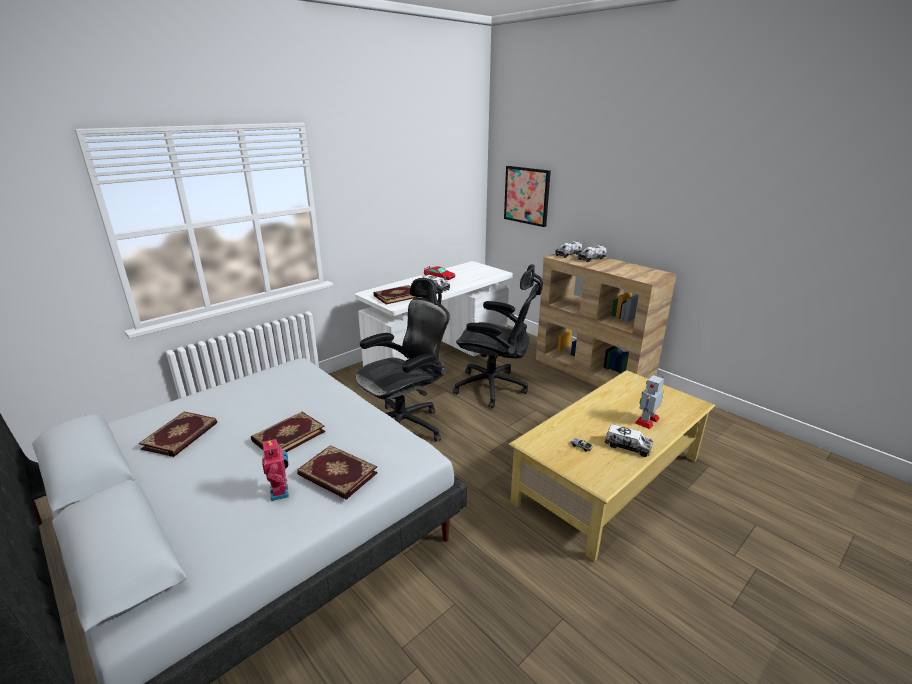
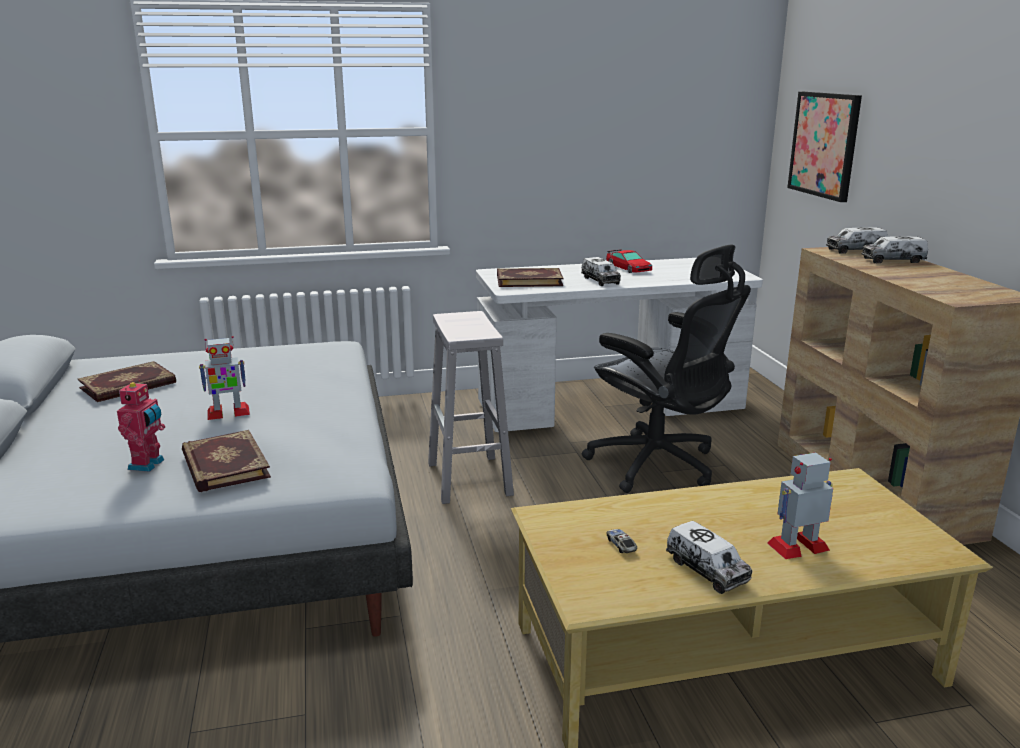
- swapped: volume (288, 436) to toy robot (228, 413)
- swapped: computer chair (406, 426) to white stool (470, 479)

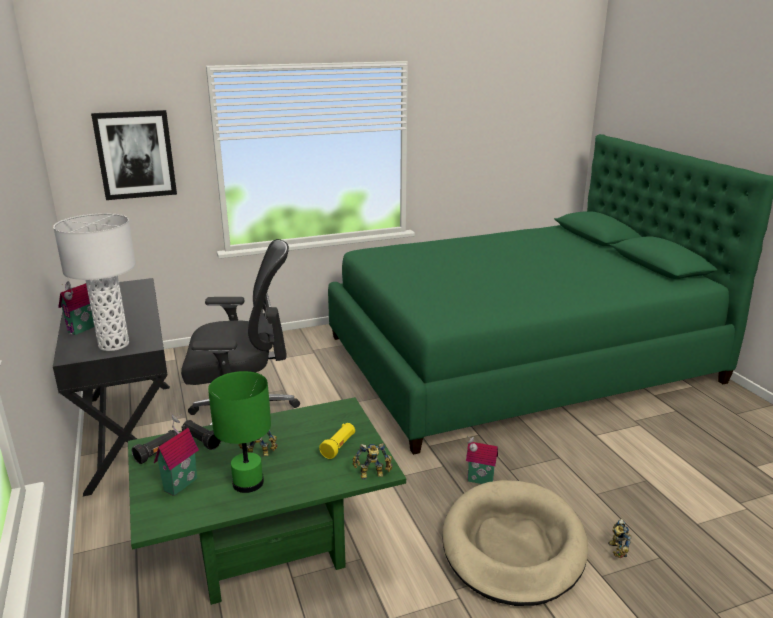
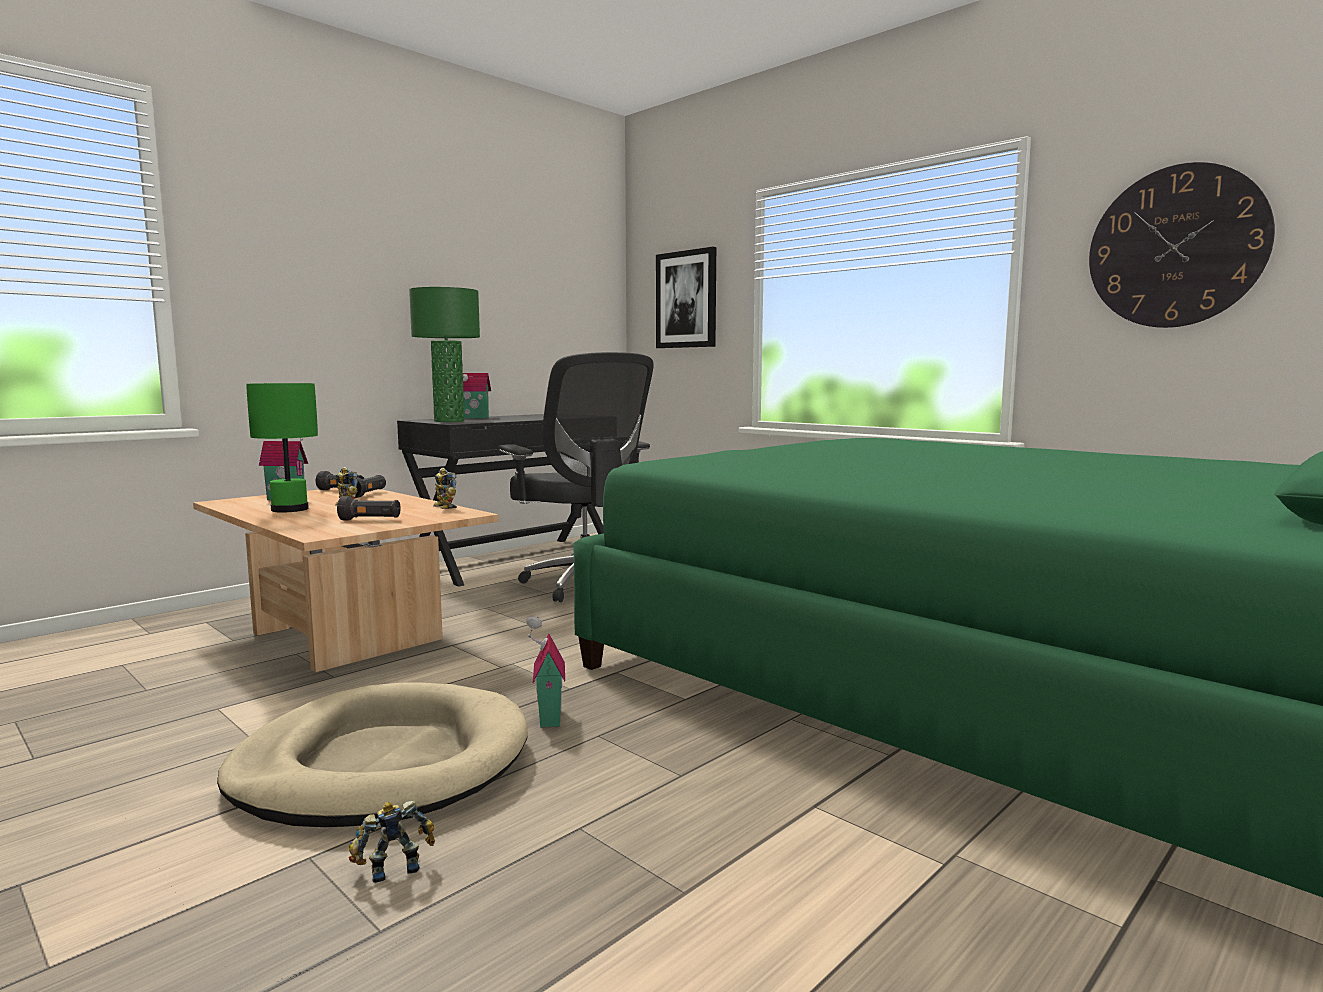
- new: wall clock (1176, 247)
- shifted: toy robot (372, 475) to (443, 507)
- repainted: white lamp for a table (113, 344) to green lamp for a table (449, 421)
- repainted: green lounge table (269, 547) to sand-coloured lounge table (346, 636)
- repainted: yellow-coloured hand torch (339, 447) to black hand torch (370, 520)

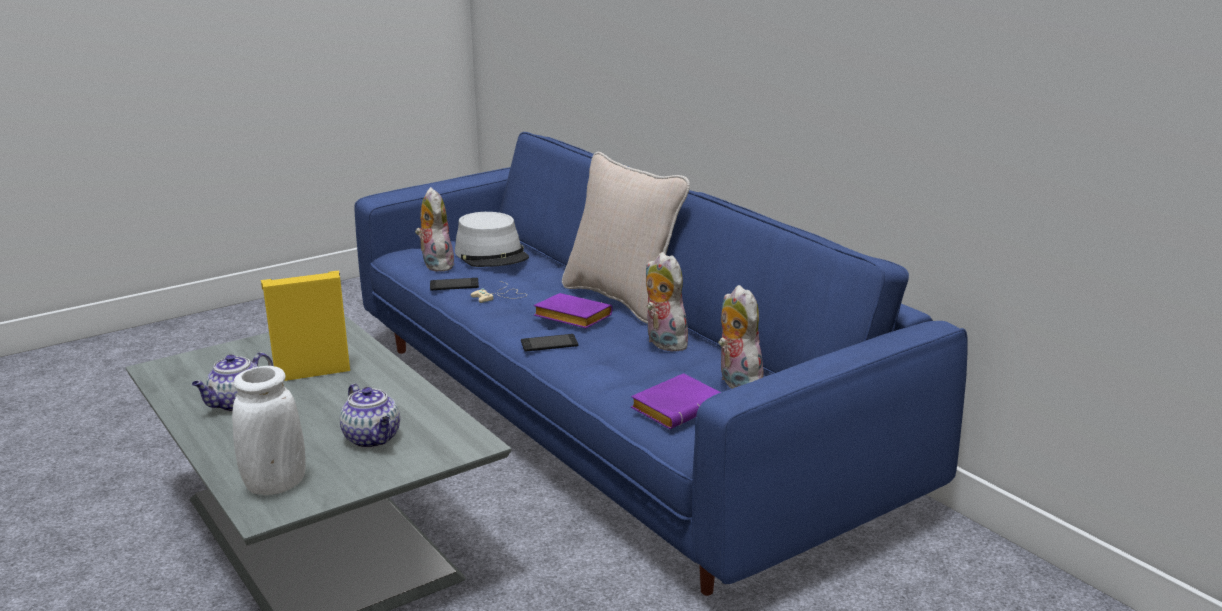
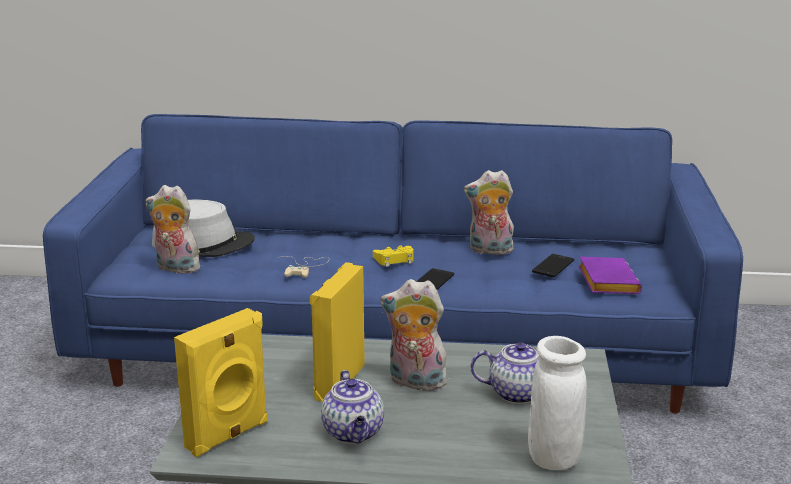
- gone: sand-coloured pillow (622, 299)
- new: yellow-coloured speaker (229, 436)
- shifted: telephone (454, 285) to (553, 266)
- shifted: cuddly toy (736, 382) to (414, 382)
- swapped: purple-coloured volume (570, 317) to yellow-coloured gamepad (395, 260)

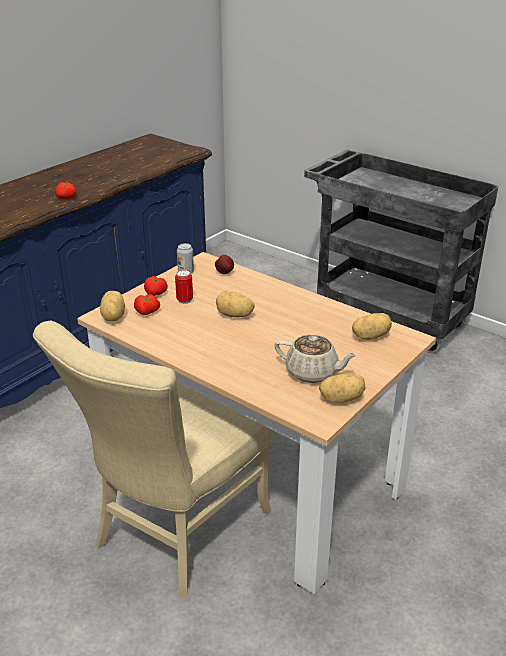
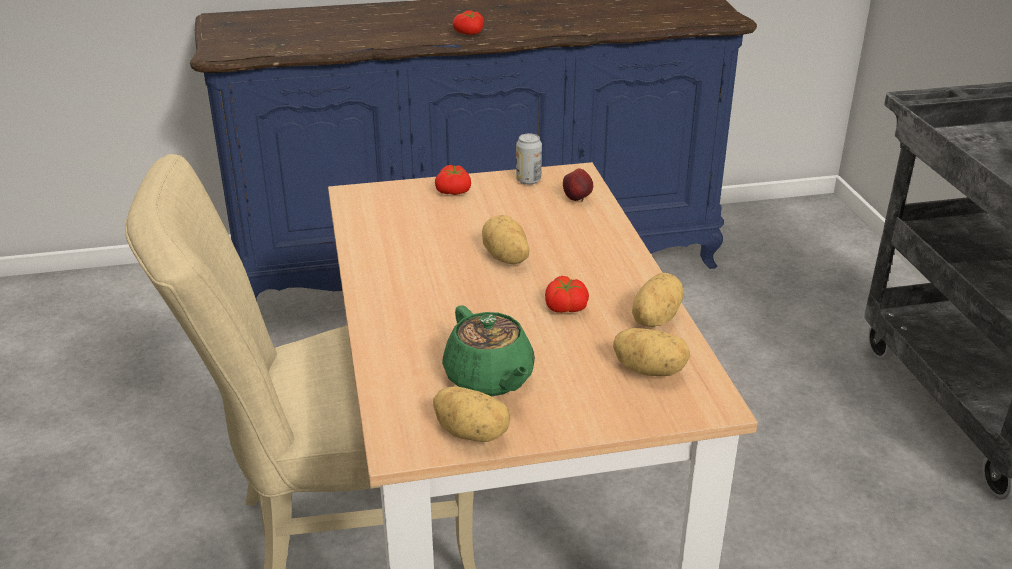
- gone: can (184, 300)
- shifted: potato (112, 317) to (653, 318)
- shifted: tomato (146, 312) to (564, 308)
- repainted: sand-coloured tea pot (313, 372) to green tea pot (489, 379)

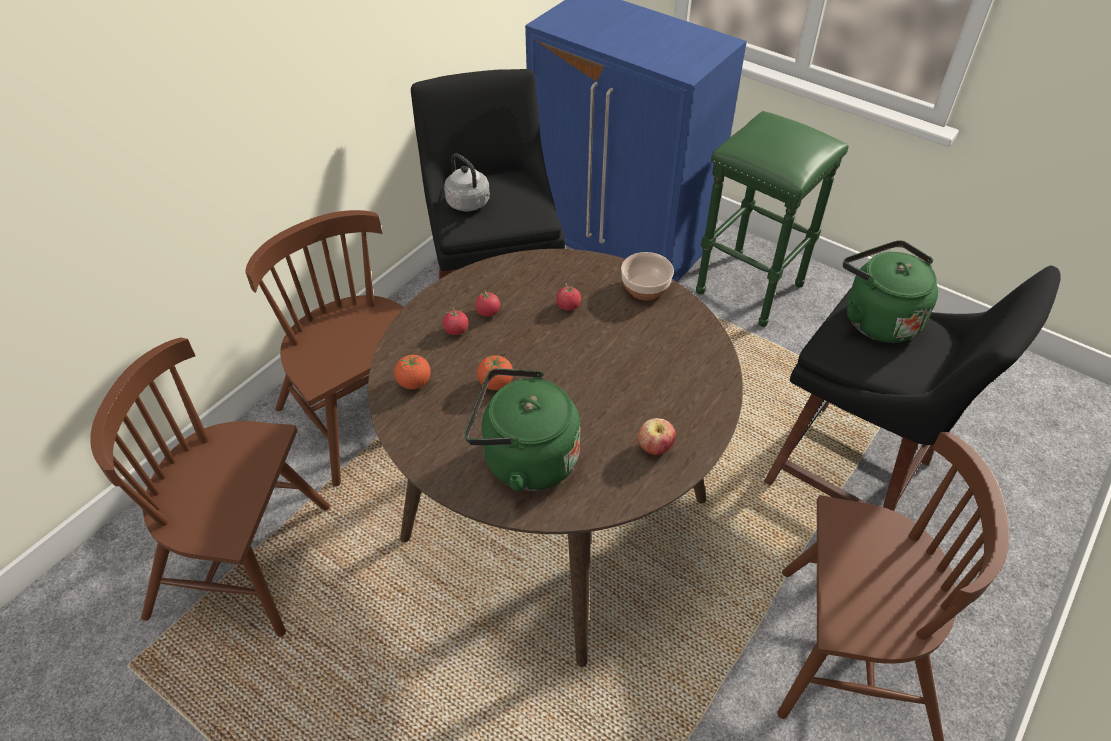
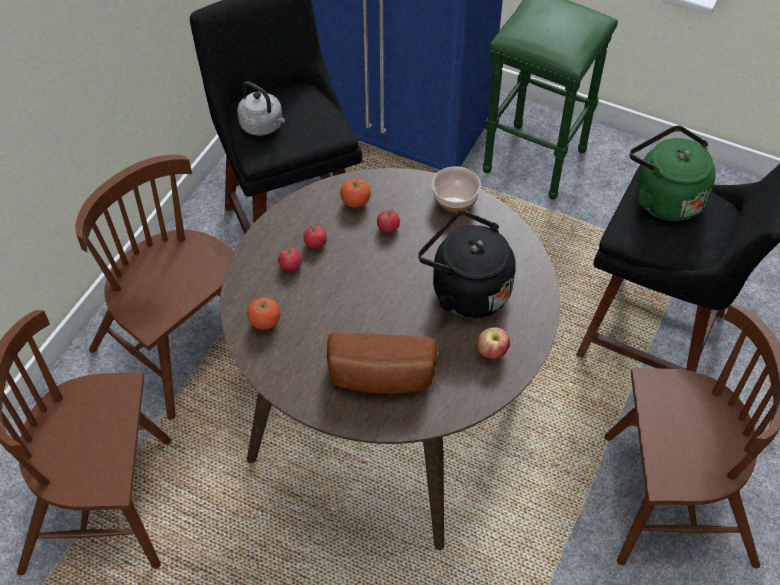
- new: black kettle (465, 290)
- shifted: tomato (496, 383) to (355, 202)
- swapped: green kettle (524, 459) to bakery bread (381, 379)

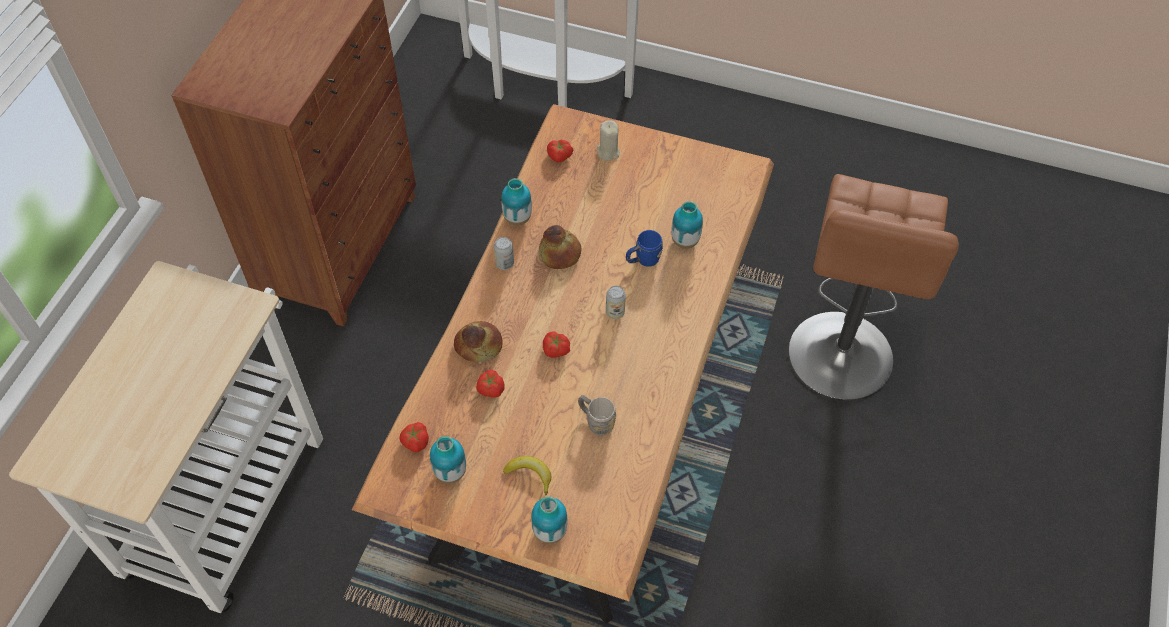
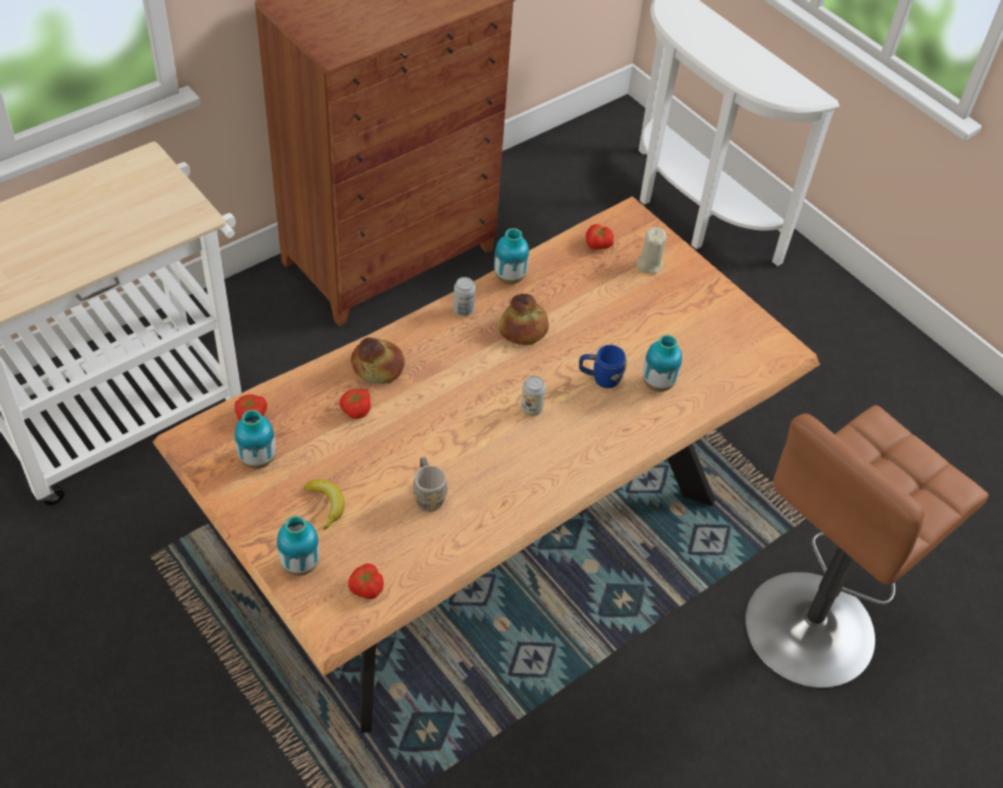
- shifted: tomato (555, 350) to (365, 588)

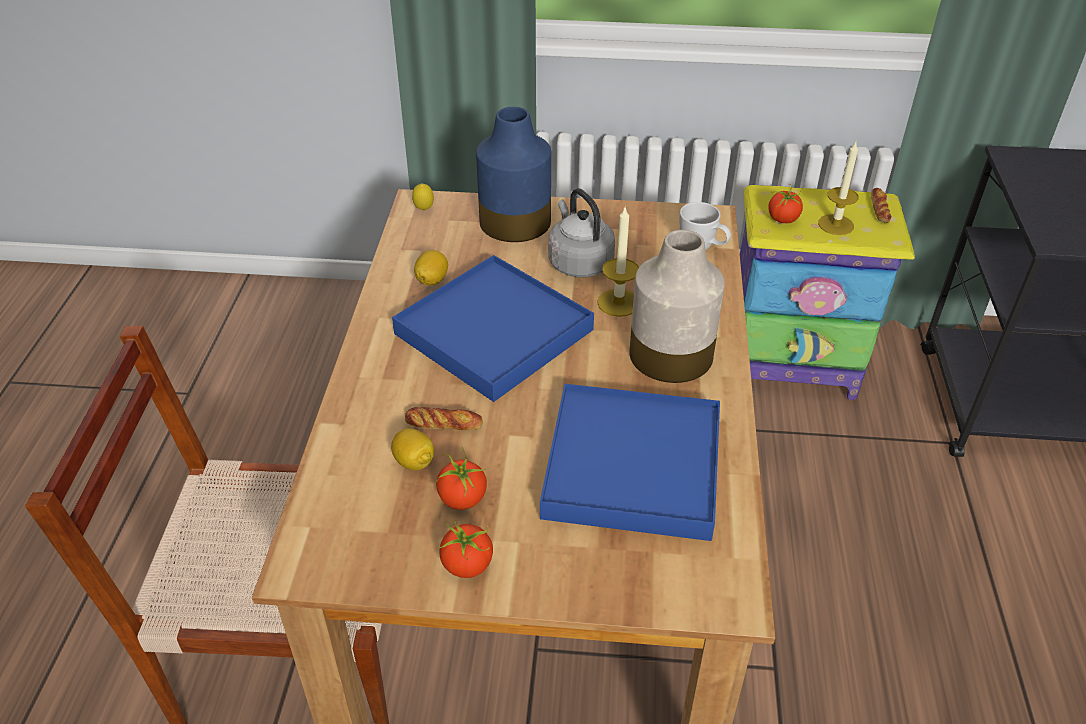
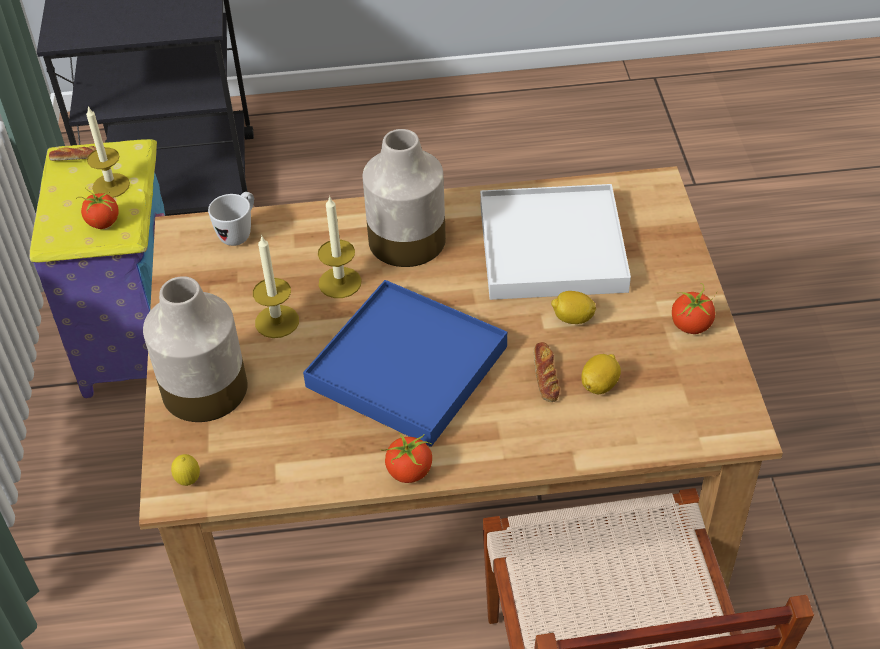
- shifted: lemon (432, 280) to (572, 318)
- shifted: tomato (462, 498) to (409, 472)
- swapped: greyish kettle (578, 262) to candle (277, 321)
- repainted: blue-coloured flower vase (514, 220) to sand-coloured flower vase (203, 389)
- repainted: blue-coloured tray (633, 466) to white tray (552, 247)

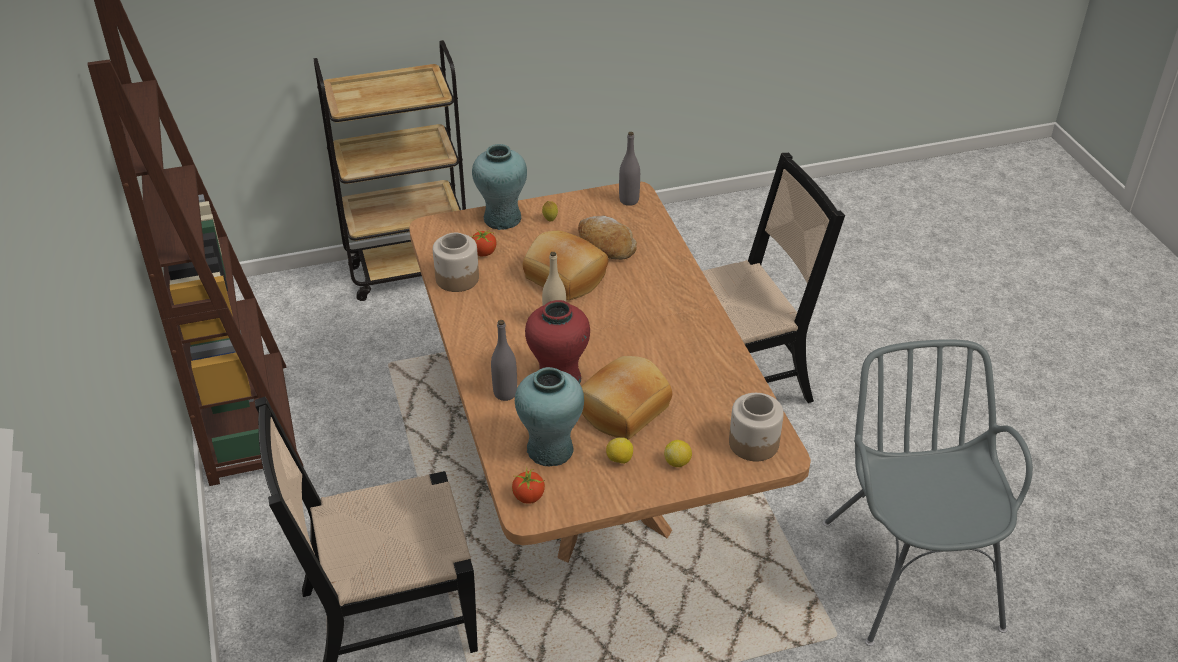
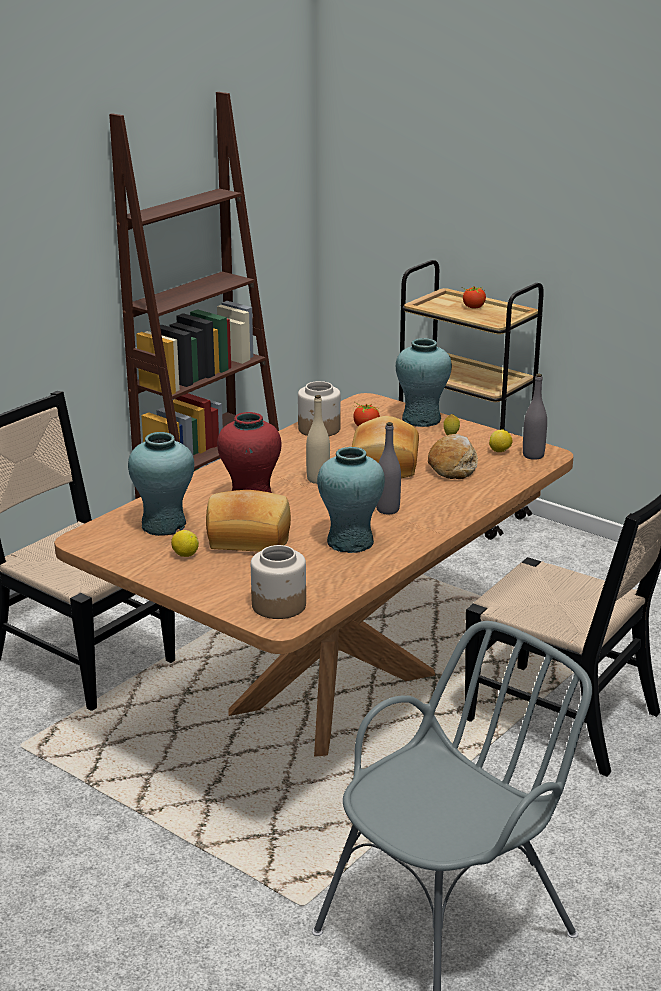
- new: turquoise-coloured flower vase (349, 542)
- shifted: greyish beverage bottle (505, 393) to (387, 510)
- shifted: tomato (528, 497) to (473, 307)
- shifted: lemon (677, 462) to (500, 451)

